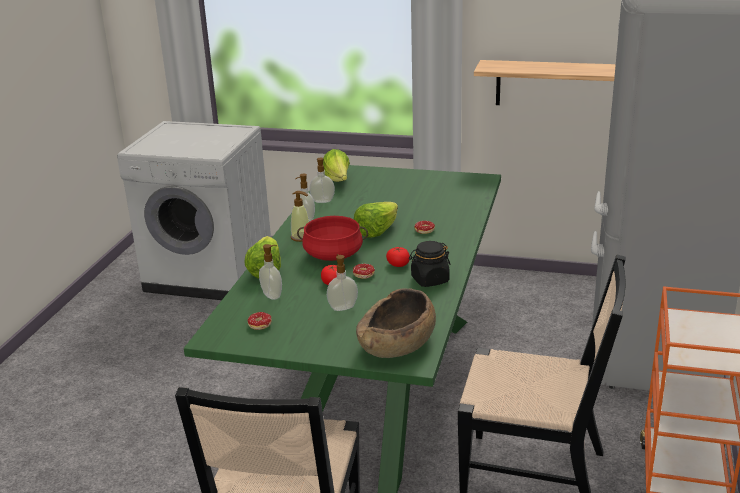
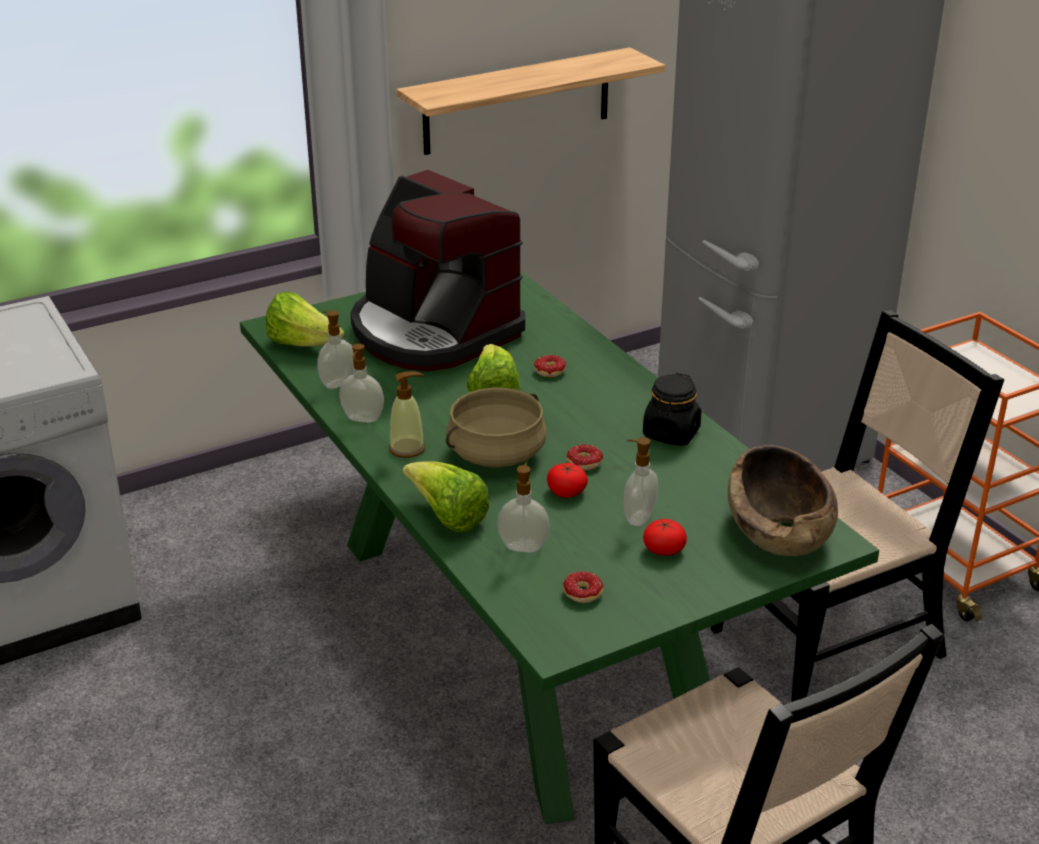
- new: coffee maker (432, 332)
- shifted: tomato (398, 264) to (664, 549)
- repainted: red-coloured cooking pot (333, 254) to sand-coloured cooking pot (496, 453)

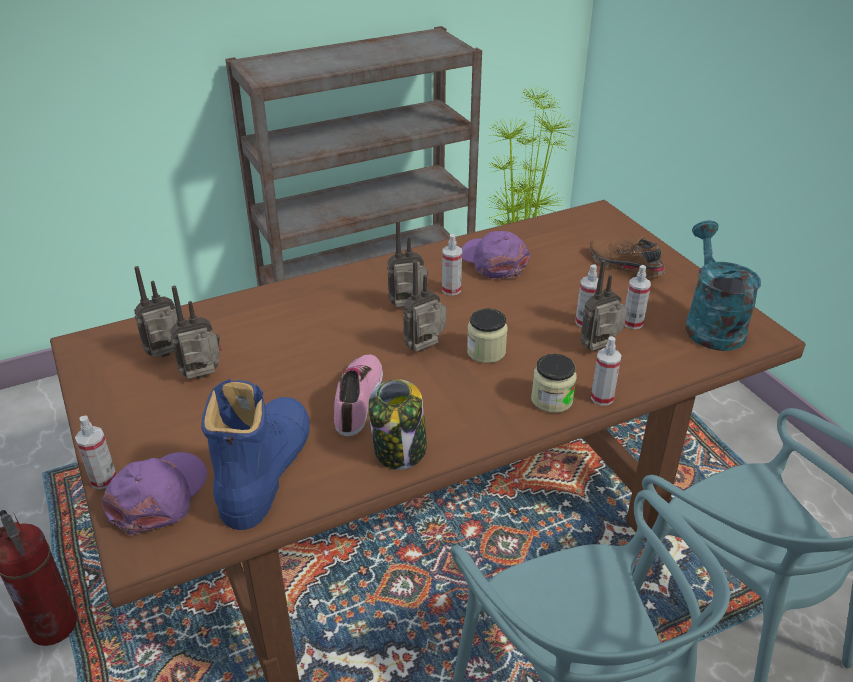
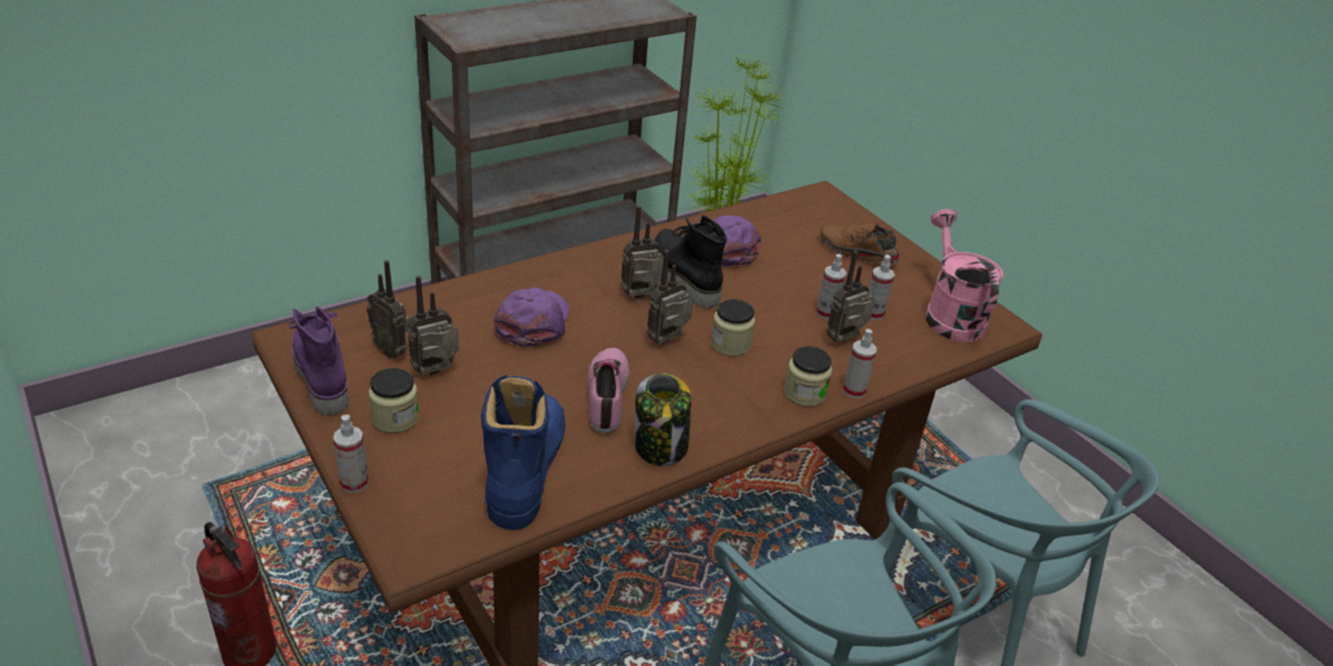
- new: purple-coloured boot (320, 374)
- new: preserve jar (395, 418)
- shifted: purple-coloured baseball cap (159, 496) to (534, 322)
- swapped: spray bottle (451, 290) to black boot (683, 278)
- repainted: turquoise-coloured watering pot (710, 323) to pinkish watering pot (949, 314)
- rotated: radio set (169, 356) = (392, 350) 105 degrees counterclockwise

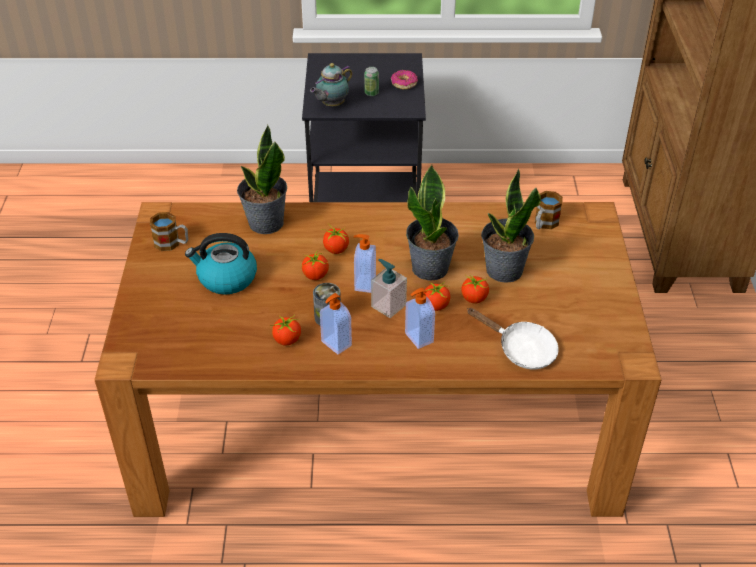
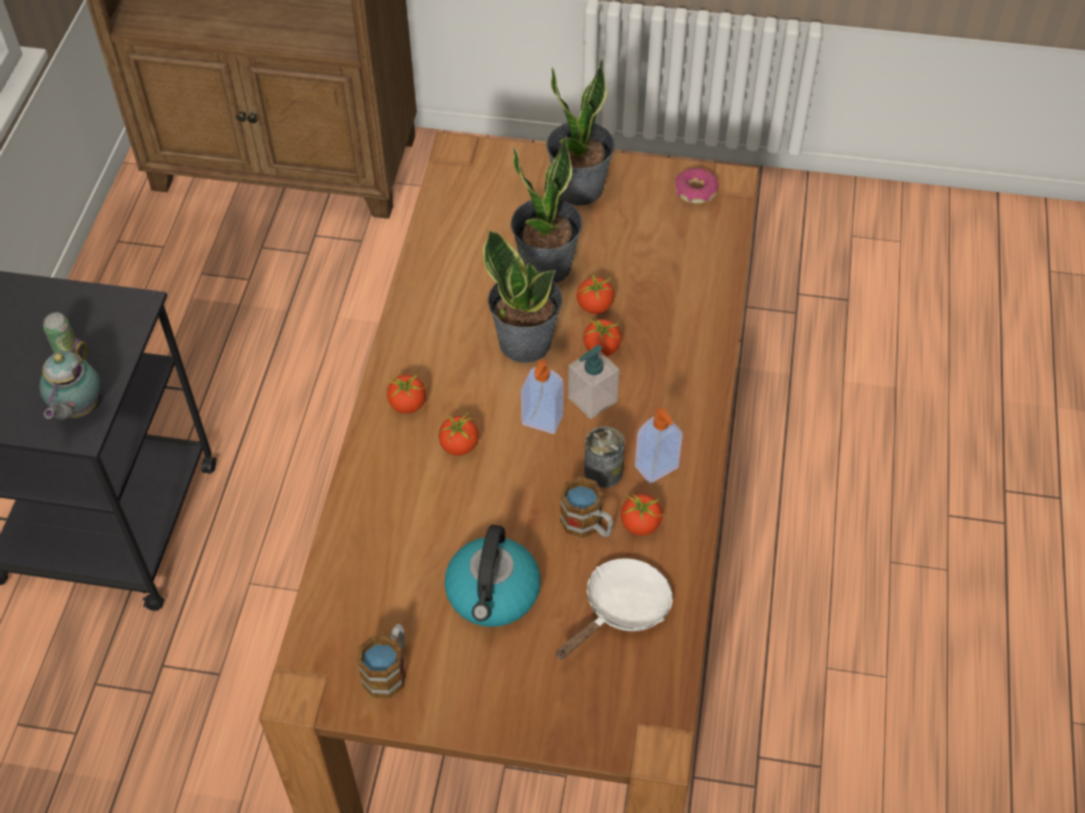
- gone: liquid soap bottle (418, 338)
- shifted: potted plant (265, 223) to (580, 189)
- shifted: tomato (315, 275) to (408, 404)
- shifted: doughnut (404, 84) to (695, 191)
- shifted: white pan (521, 349) to (621, 609)
- shifted: mug (544, 224) to (587, 525)
- rotated: tea pot (331, 105) = (78, 409) 45 degrees clockwise

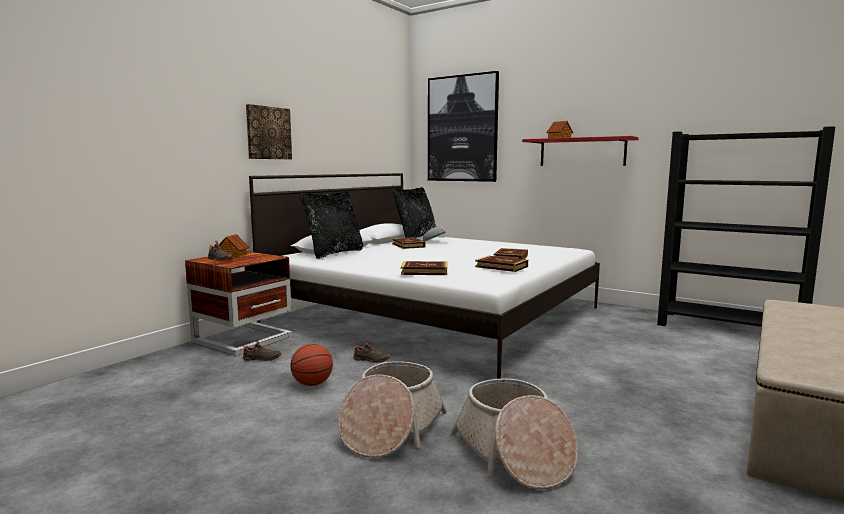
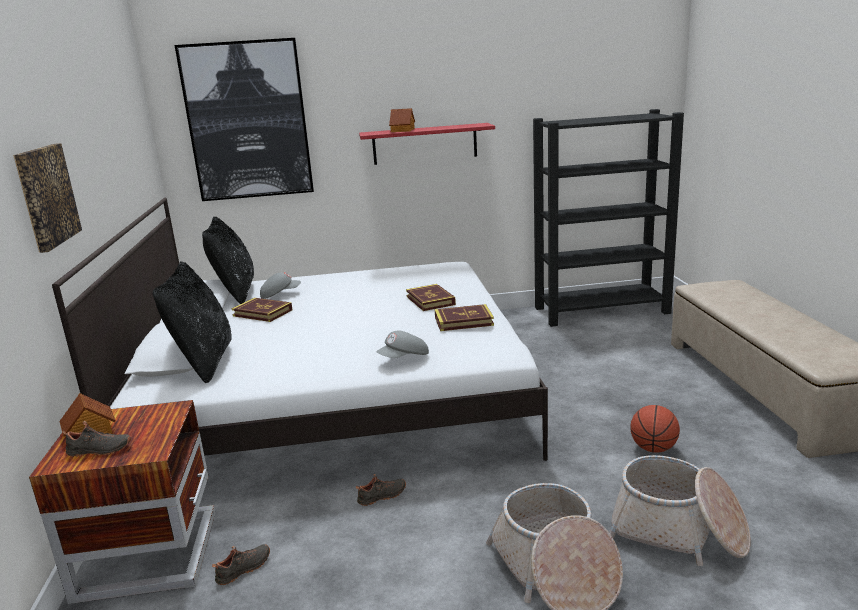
- shifted: basketball (312, 384) to (653, 448)
- swapped: volume (424, 271) to greyish baseball cap (404, 358)

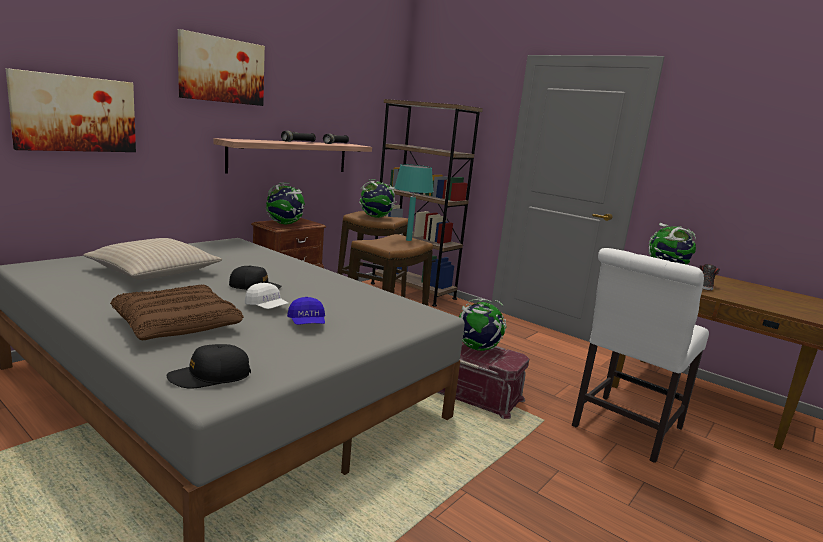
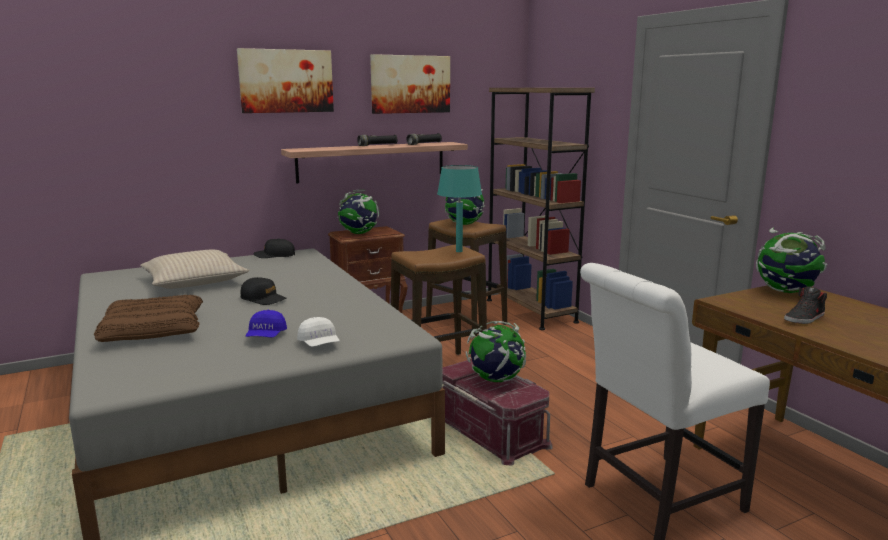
- shifted: wall picture (75, 113) to (410, 84)
- shifted: black baseball cap (210, 377) to (275, 255)
- shifted: white baseball cap (266, 307) to (319, 344)

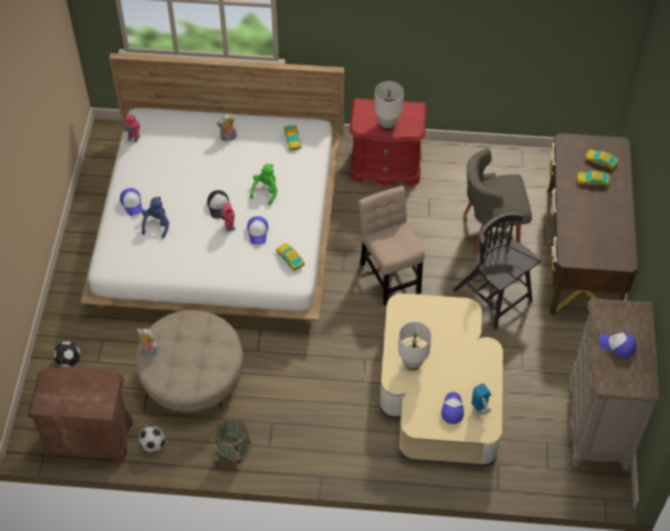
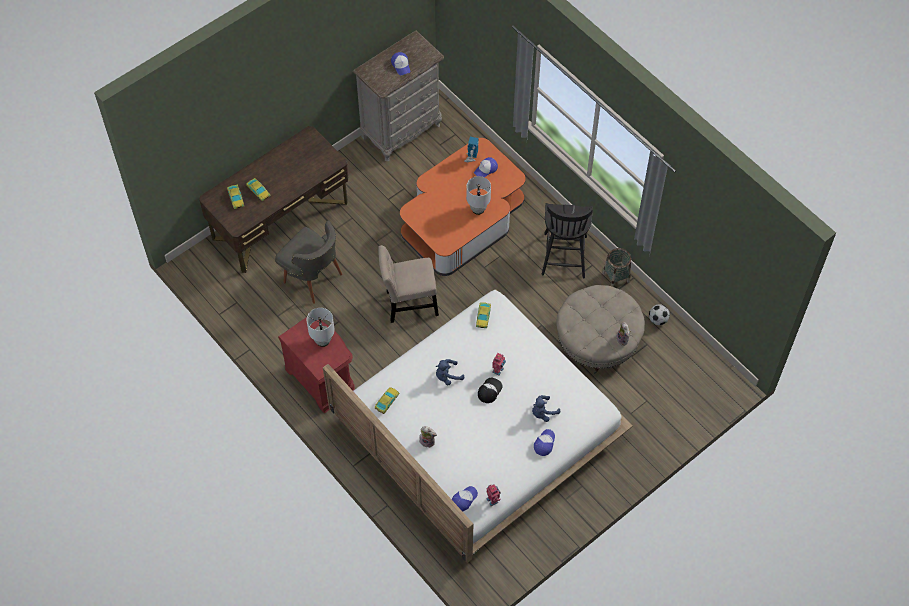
- gone: brown night table (89, 434)
- gone: football (69, 361)
- shifted: baseball cap (258, 232) to (464, 499)
- shifted: black plain chair (494, 297) to (564, 254)
- repainted: green cuddly toy (266, 191) to blue-coloured cuddly toy (447, 376)
- repainted: sand-coloured lounge table (439, 390) to orange lounge table (463, 216)
- rotated: sand-coloured plain chair (389, 275) = (409, 304) 60 degrees clockwise

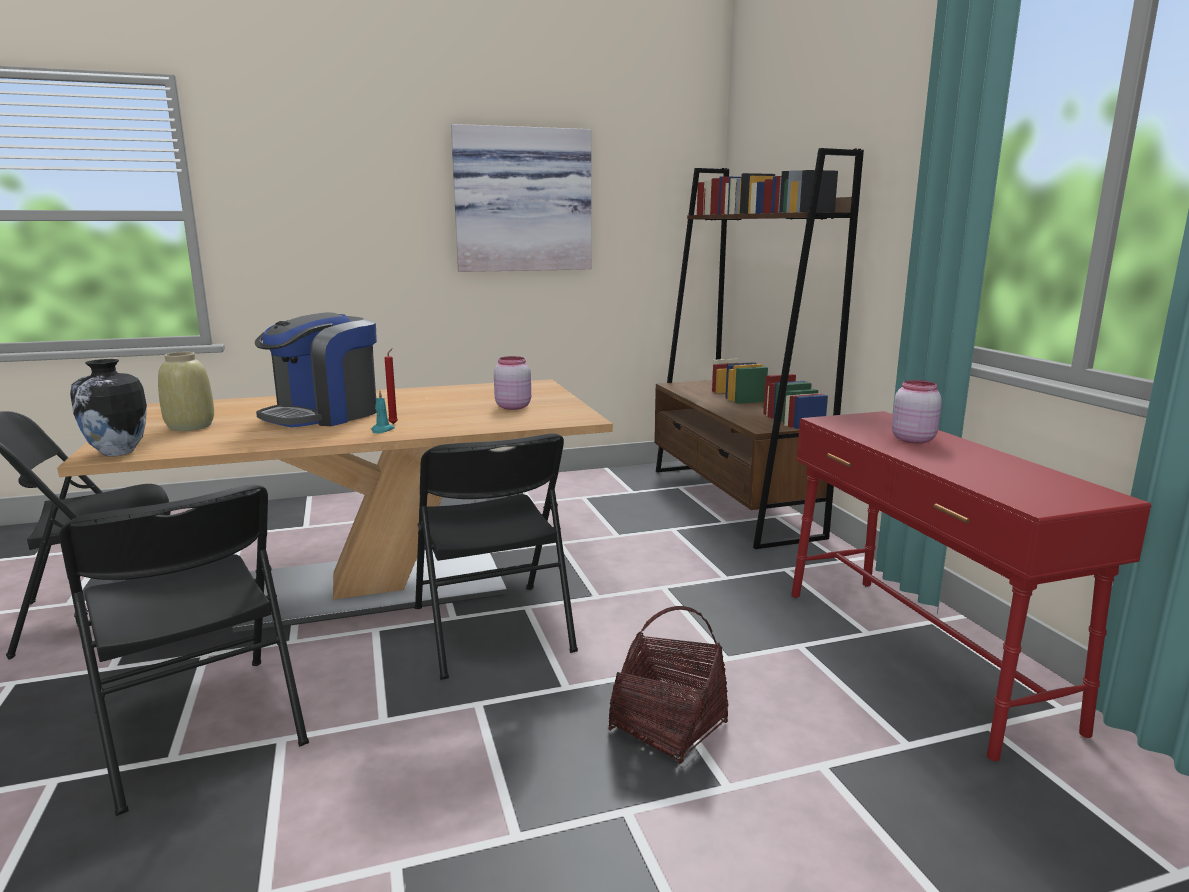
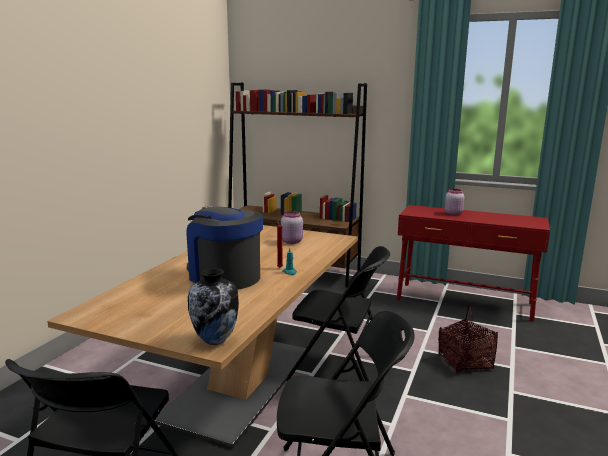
- gone: sand-coloured flower vase (189, 426)
- gone: wall picture (522, 200)
- rotated: coffee maker (324, 415) = (224, 276) 150 degrees clockwise

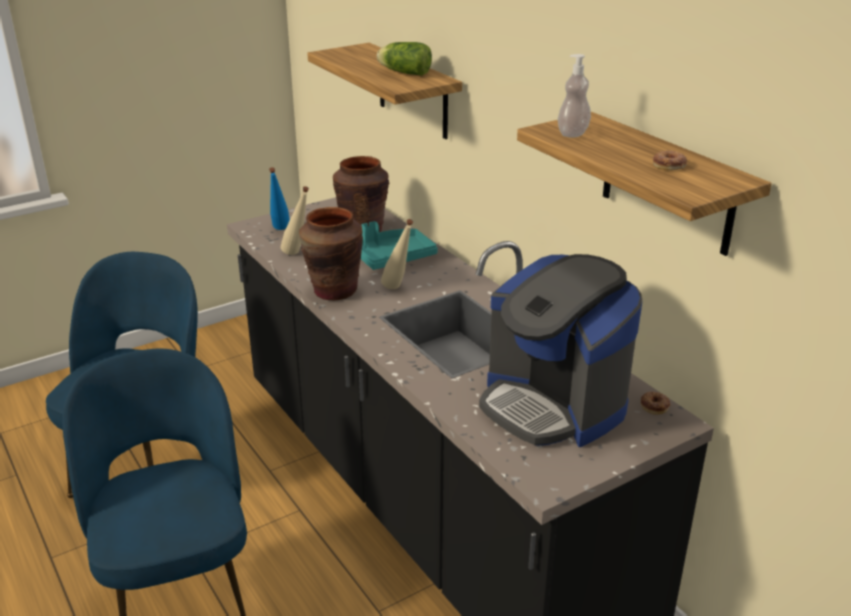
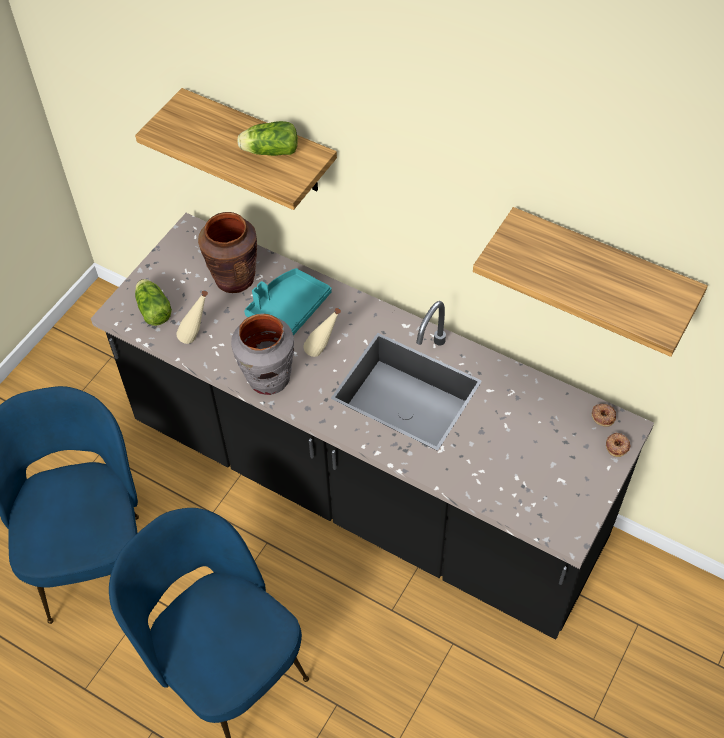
- gone: coffee maker (552, 405)
- gone: liquid soap bottle (572, 134)
- shifted: doughnut (669, 165) to (617, 446)
- swapped: blue-coloured beverage bottle (280, 231) to lettuce head (153, 308)
- repainted: brown flower vase (334, 291) to greyish flower vase (268, 379)

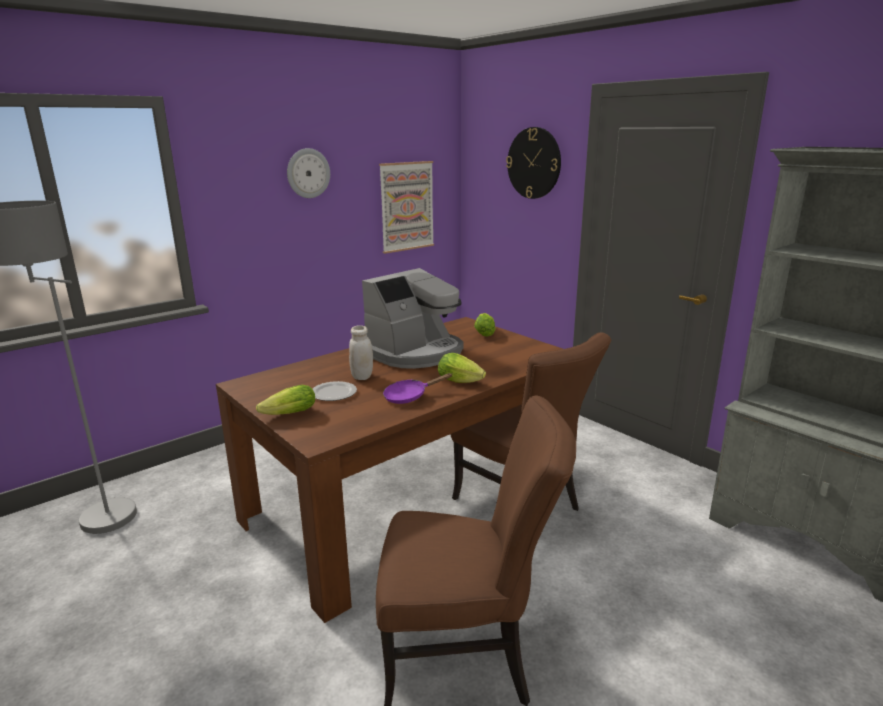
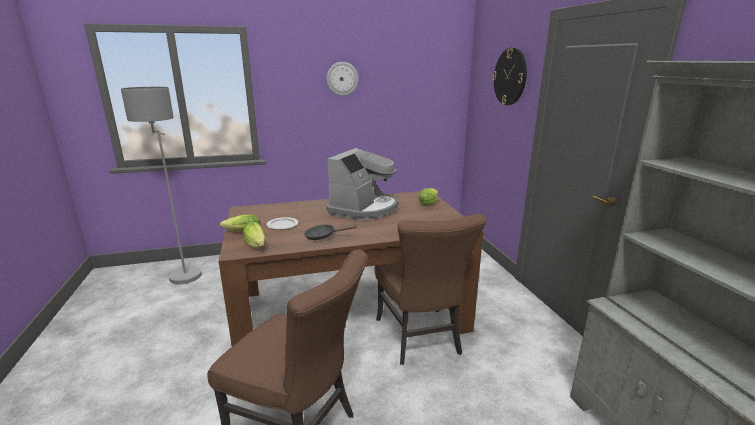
- gone: white preserve jar (362, 376)
- gone: wall picture (406, 206)
- shifted: lettuce head (462, 381) to (256, 245)
- repainted: purple-coloured pan (409, 396) to black pan (323, 236)
- rotated: coffee maker (415, 353) = (364, 209) 45 degrees counterclockwise

